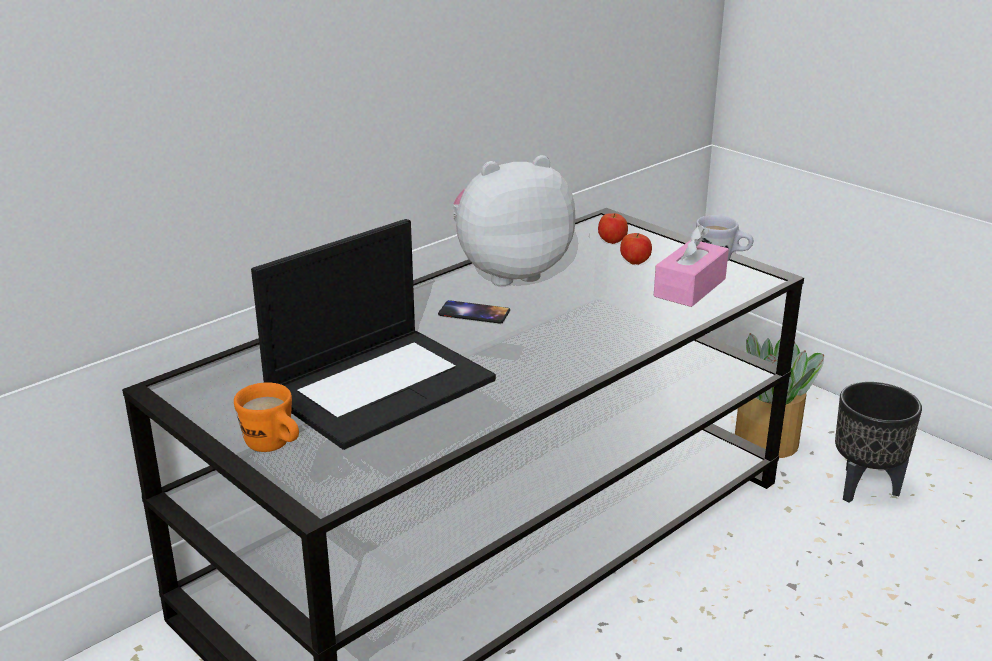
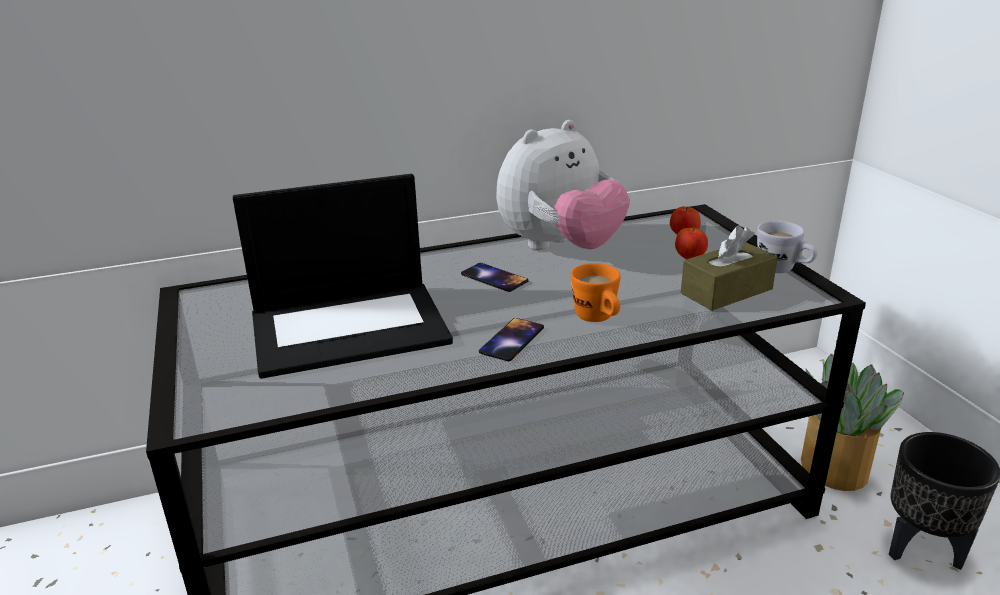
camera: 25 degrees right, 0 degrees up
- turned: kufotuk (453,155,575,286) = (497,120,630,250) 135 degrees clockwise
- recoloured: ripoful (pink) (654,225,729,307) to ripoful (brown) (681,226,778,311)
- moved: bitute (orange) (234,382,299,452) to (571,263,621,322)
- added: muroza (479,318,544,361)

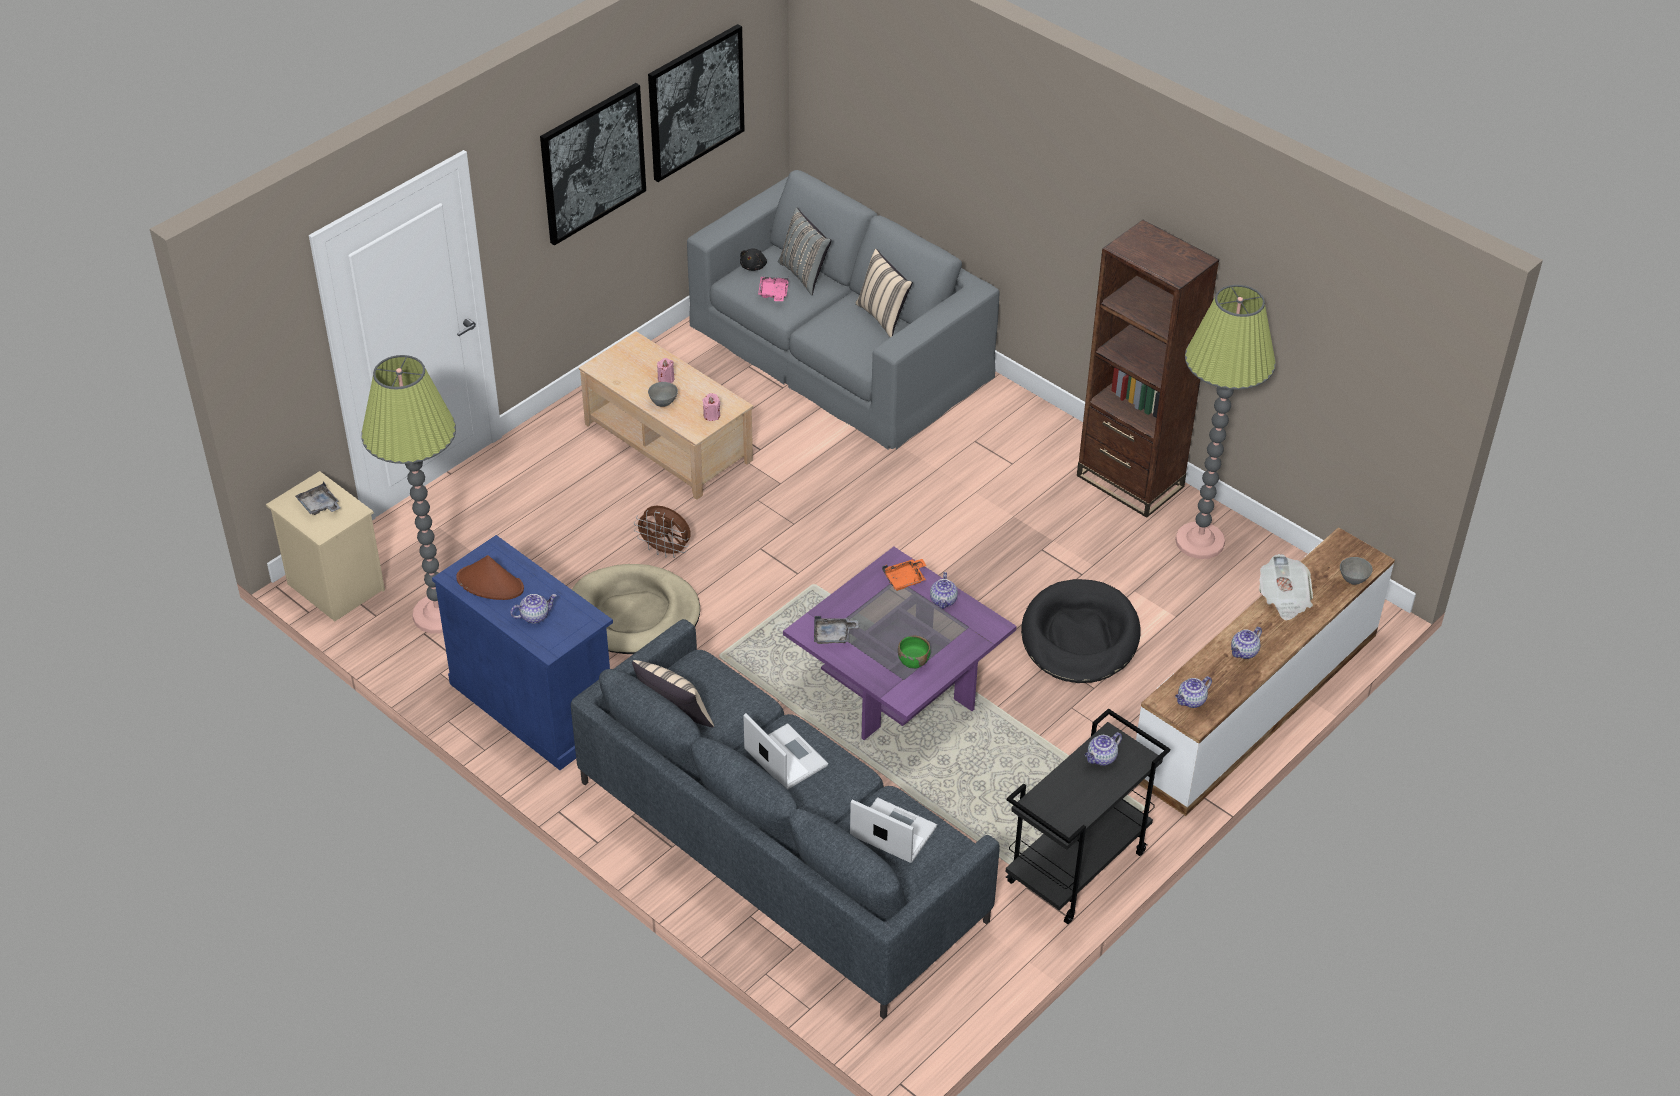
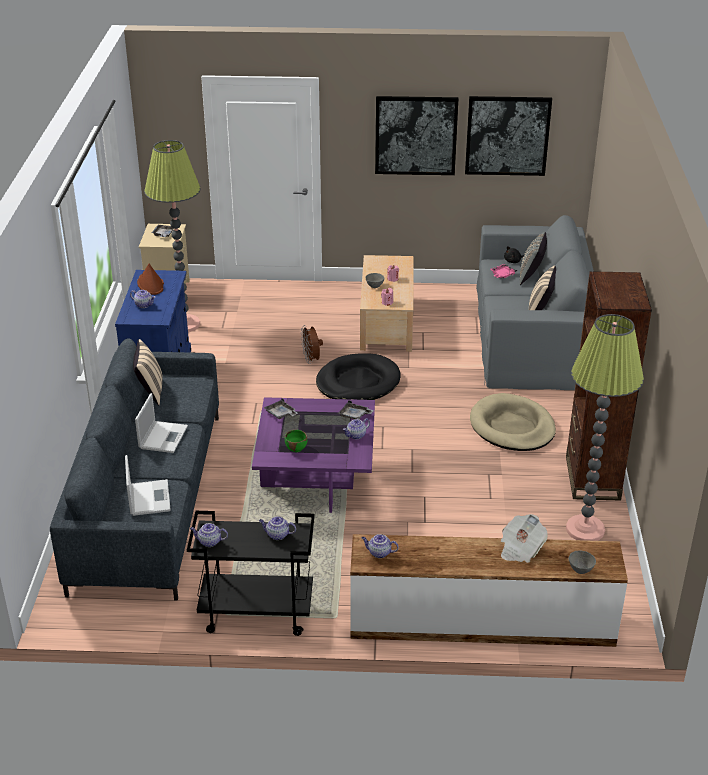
camera: 50 degrees right, 10 degrees down
- recoloured: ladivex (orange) (882,559,927,591) to ladivex (grey) (338,400,374,420)
- moved: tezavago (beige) (572,564,700,654) to (470,393,556,451)
- moved: tezavago (black) (1021,579,1141,683) to (316,353,401,400)
- moved: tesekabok (1231,627,1262,659) to (190,523,228,547)

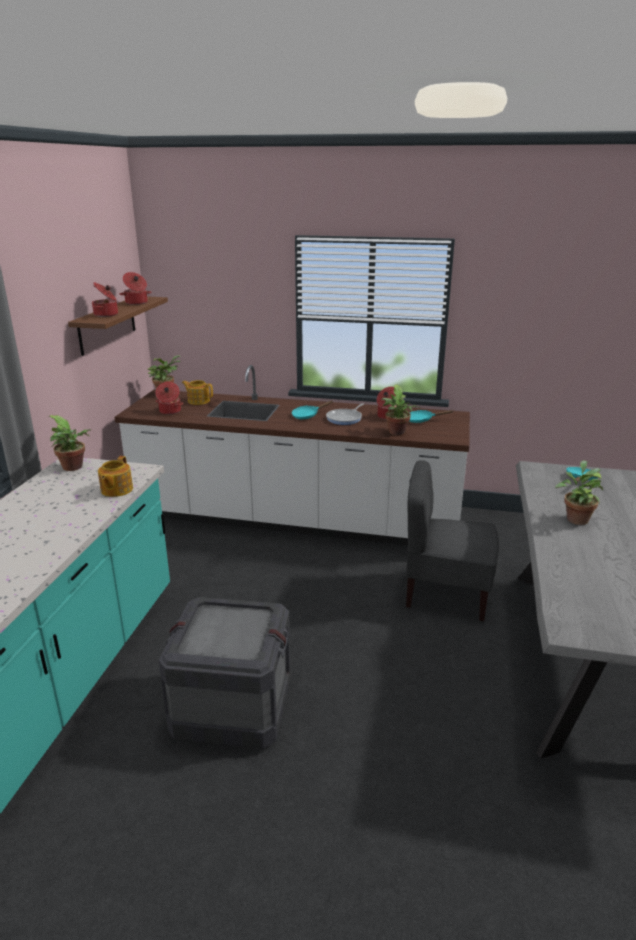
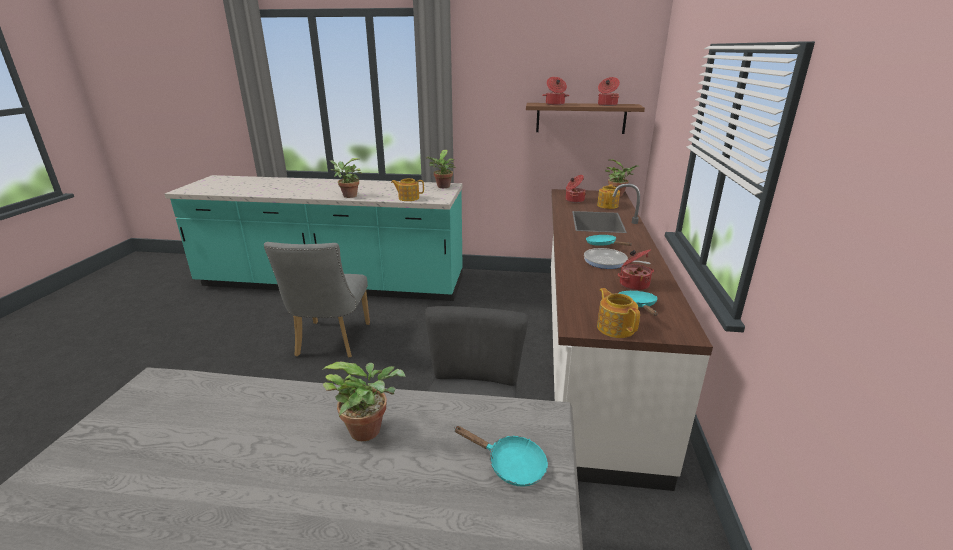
camera: 85 degrees right, 0 degrees up
- moved: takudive (381,385,420,435) to (329,158,362,198)
- replaced: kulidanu (158,597,291,749) to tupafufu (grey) (264,242,370,358)
- added: tesekabok (597,288,640,338)

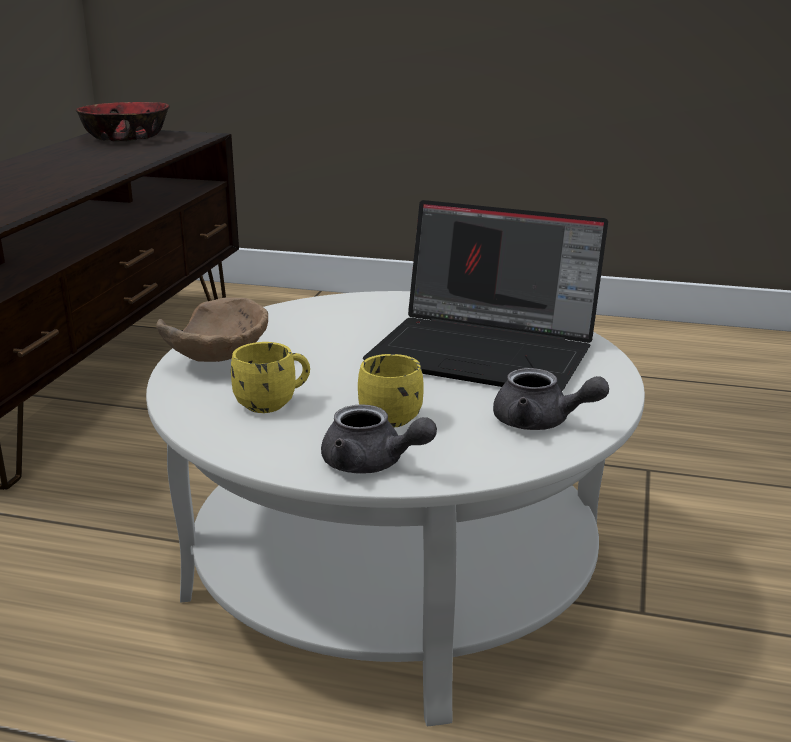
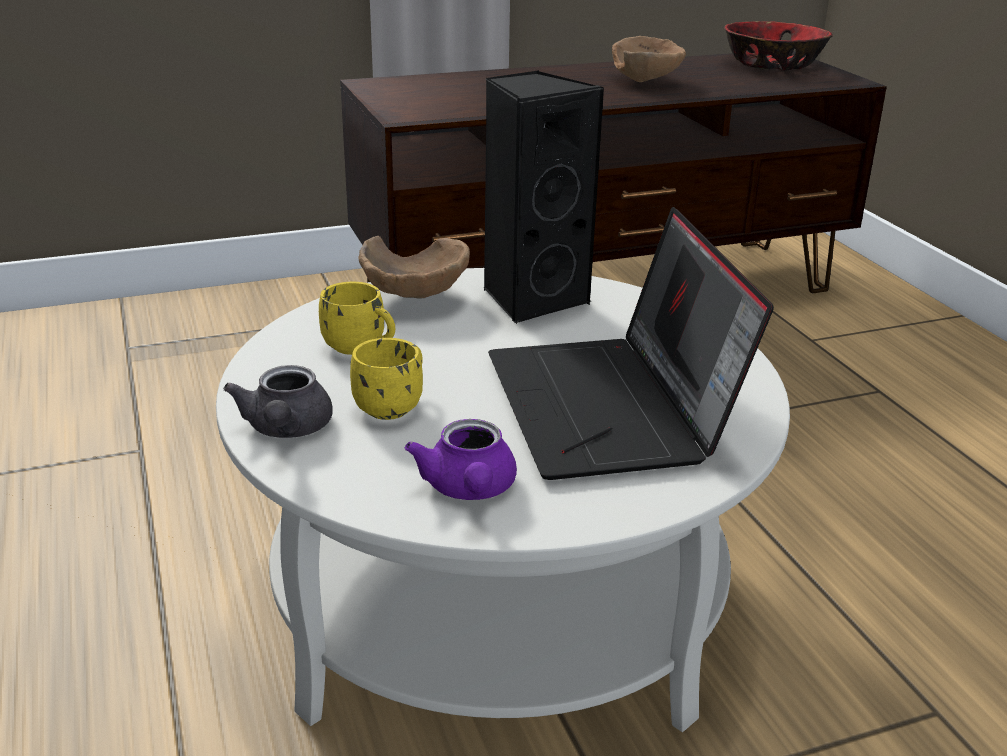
camera: 55 degrees right, 5 degrees up
- recoloured: tesekabok (grey) (493,368,609,430) to tesekabok (purple) (405,419,517,500)
- added: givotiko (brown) (612,36,686,82)
- added: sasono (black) (483,70,604,324)

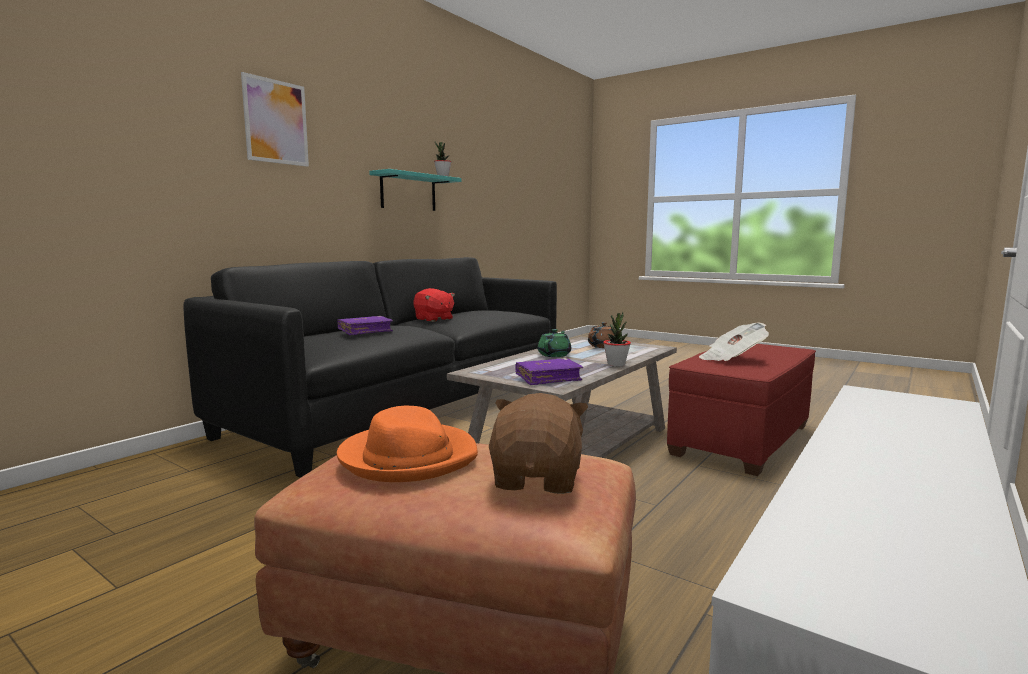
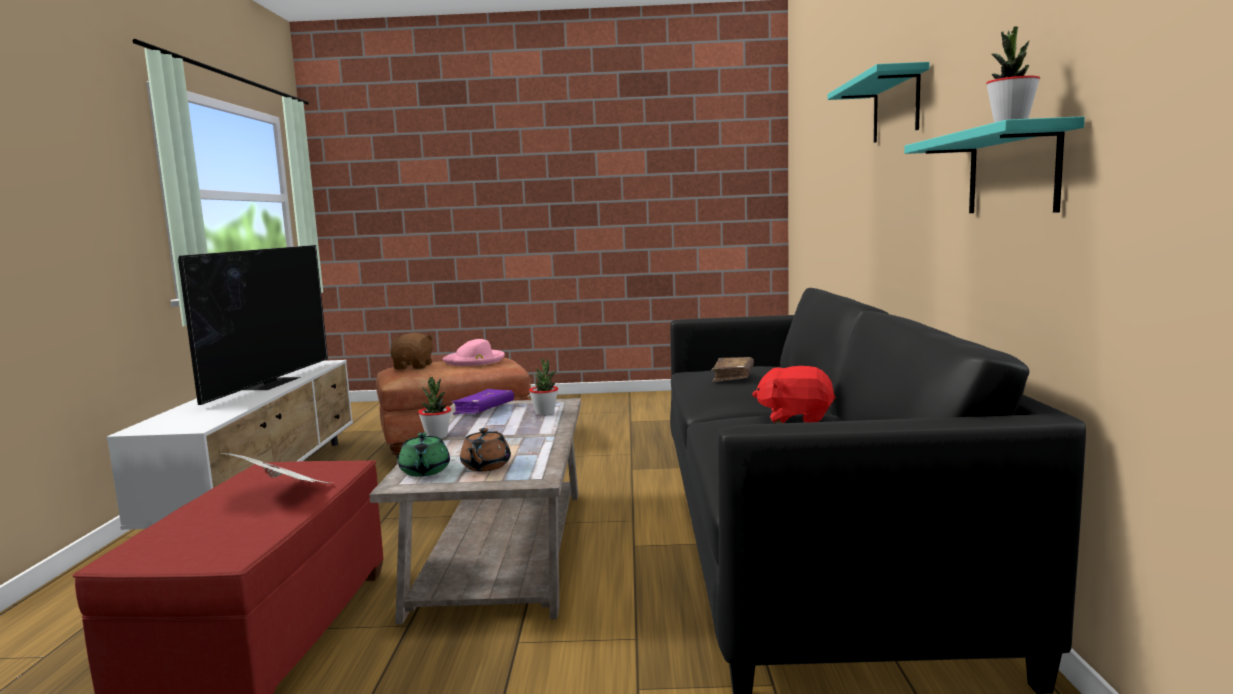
camera: 145 degrees right, 0 degrees up
- replaced: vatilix (241,72,309,167) to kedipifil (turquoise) (828,62,930,143)
- recoloured: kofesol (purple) (337,316,393,335) to kofesol (brown) (711,357,754,382)
- moved: tesekabok (green) (537,329,571,357) to (398,432,450,476)
- turned: kufotuk (brown) (489,393,588,494) = (390,332,434,370) 150 degrees counterclockwise
- recoloured: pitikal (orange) (337,406,478,482) to pitikal (pink) (443,339,505,366)
- added: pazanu (178,245,328,405)
- added: takudive (529,358,558,416)

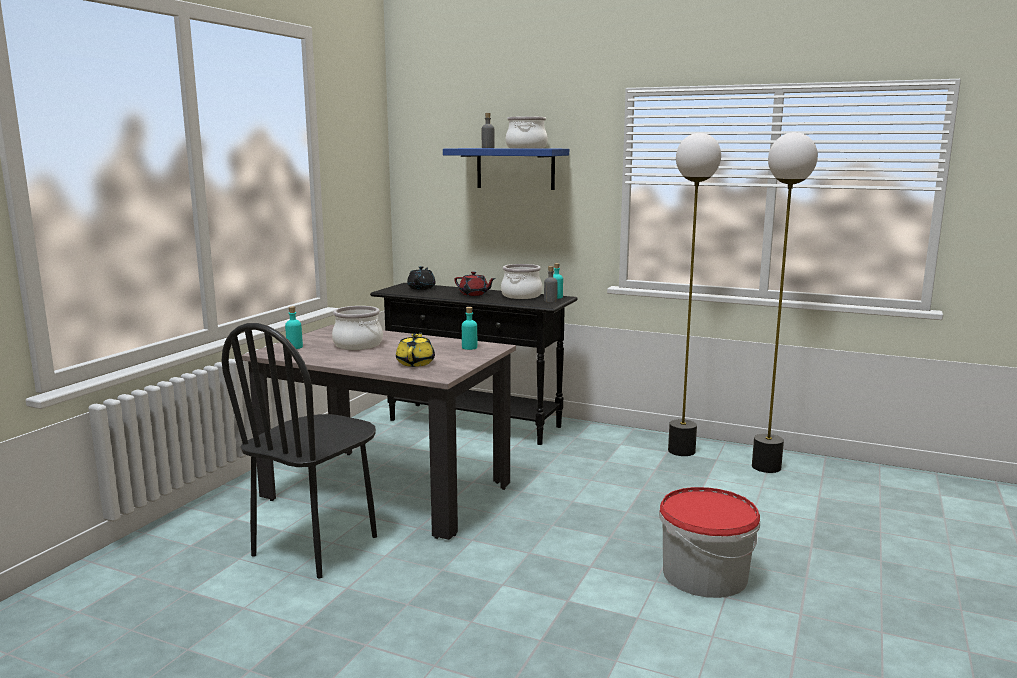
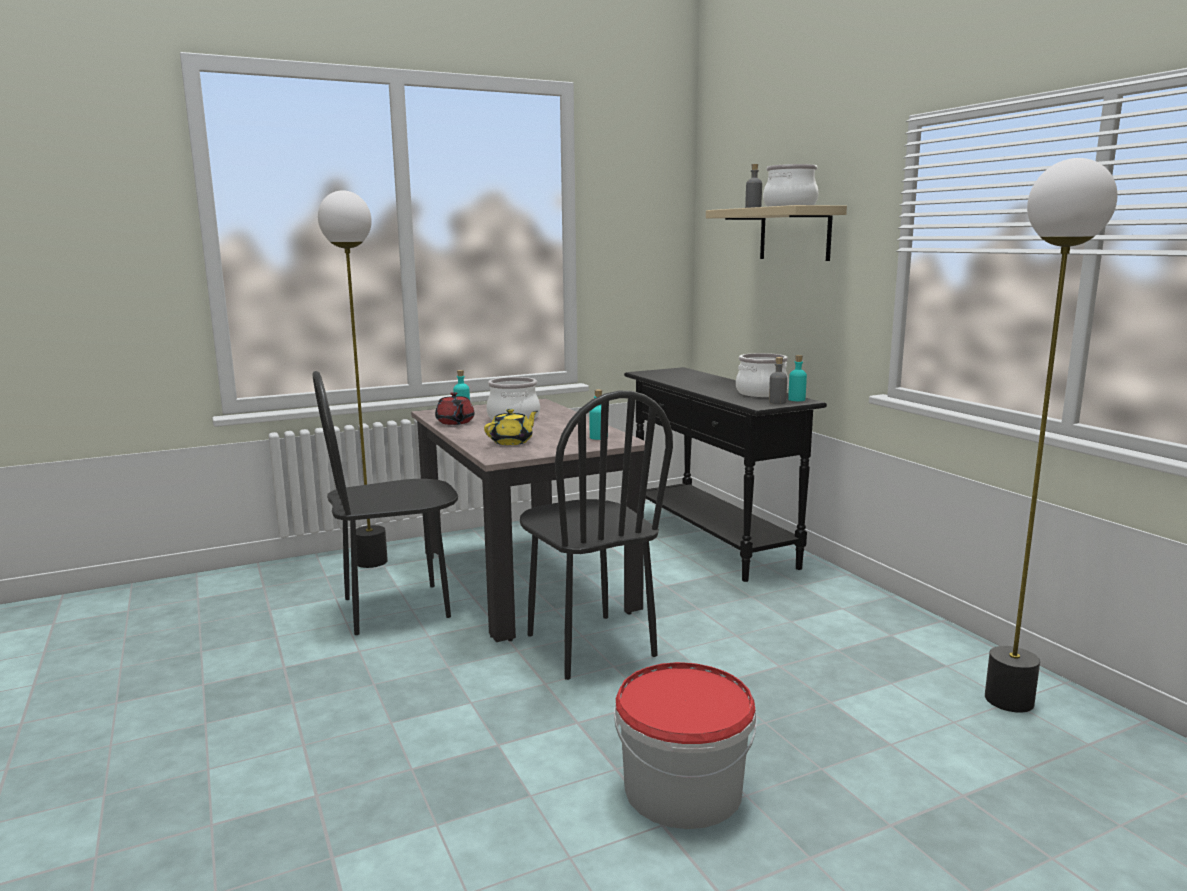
camera: 40 degrees right, 0 degrees up
- moved: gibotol (668,133,721,456) to (318,190,388,568)
- recoloured: kedipifil (blue) (443,148,569,190) to kedipifil (beige) (706,205,847,261)
- removed: tesekabok (black) (407,266,436,290)
- moved: tesekabok (red) (454,271,496,296) to (435,392,475,425)
- added: tupafufu (black) (520,391,673,680)

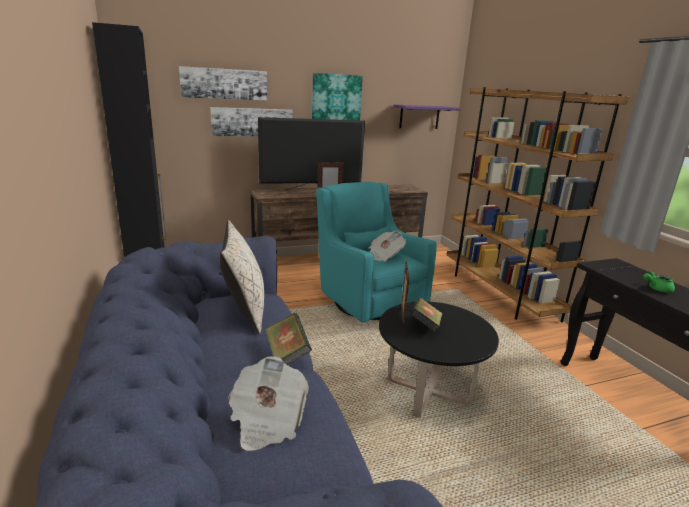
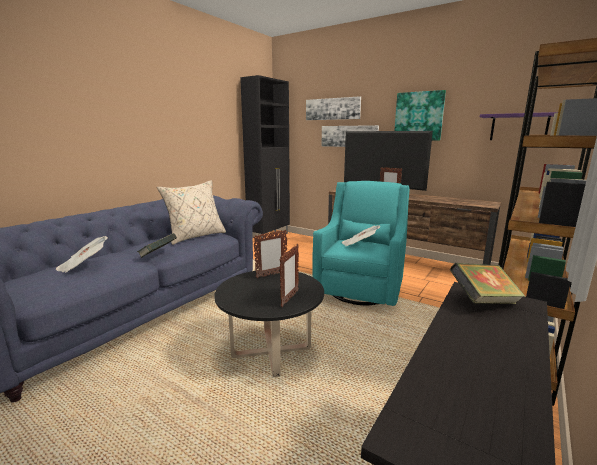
camera: 55 degrees right, 5 degrees down
- removed: tesekabok (green) (643,272,675,293)
- moved: kofesol (410,297,442,332) to (450,263,525,304)
- added: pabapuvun (279,244,299,307)

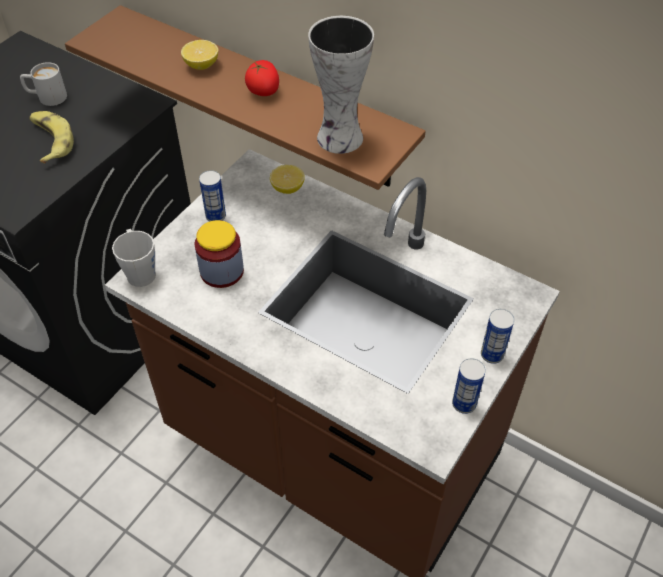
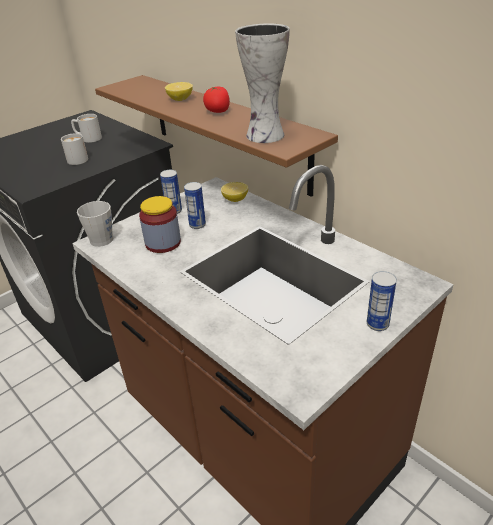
camera: 15 degrees right, 15 degrees down
- replaced: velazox (29,111,74,164) to bitute (white) (61,133,88,165)
- moved: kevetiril (452,358,486,414) to (184,182,206,229)

